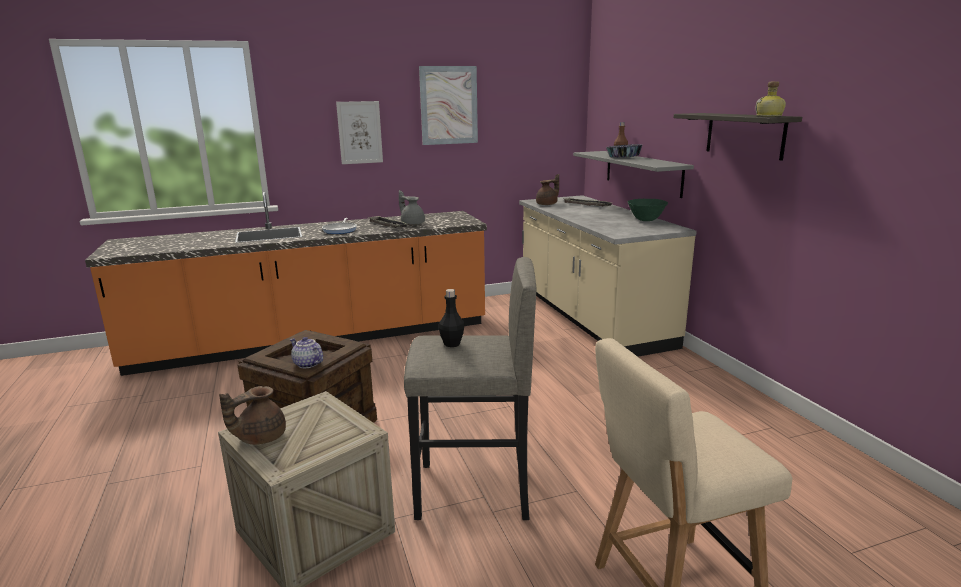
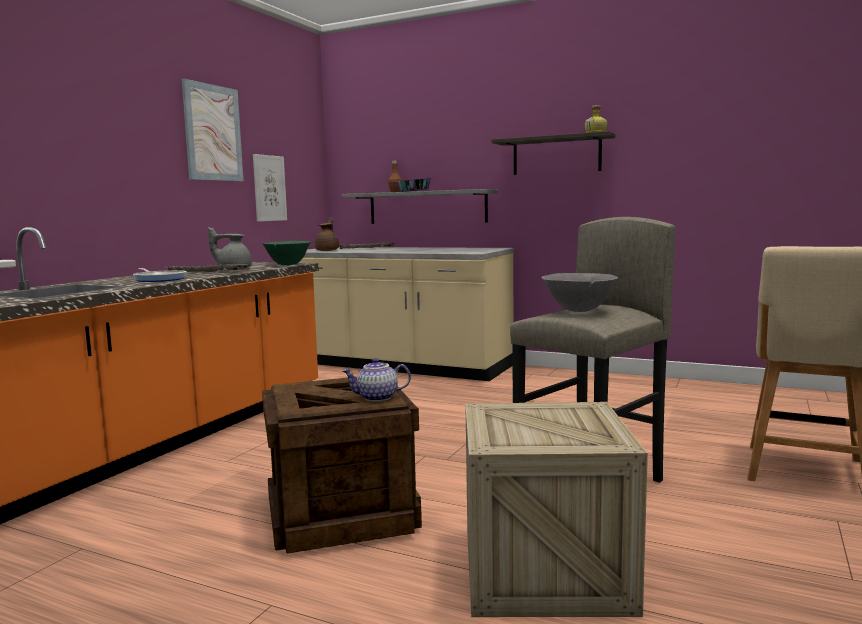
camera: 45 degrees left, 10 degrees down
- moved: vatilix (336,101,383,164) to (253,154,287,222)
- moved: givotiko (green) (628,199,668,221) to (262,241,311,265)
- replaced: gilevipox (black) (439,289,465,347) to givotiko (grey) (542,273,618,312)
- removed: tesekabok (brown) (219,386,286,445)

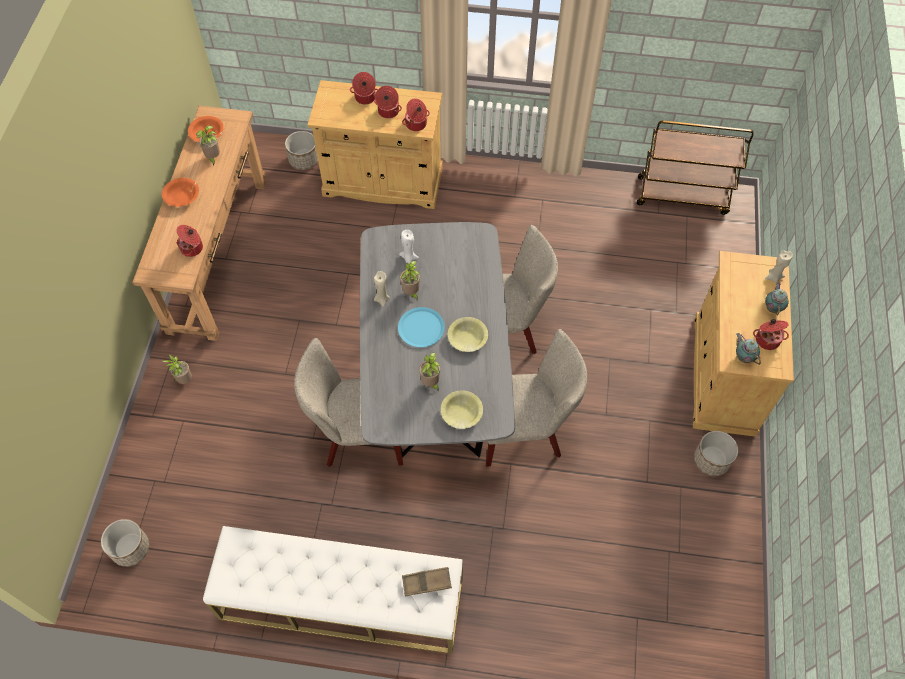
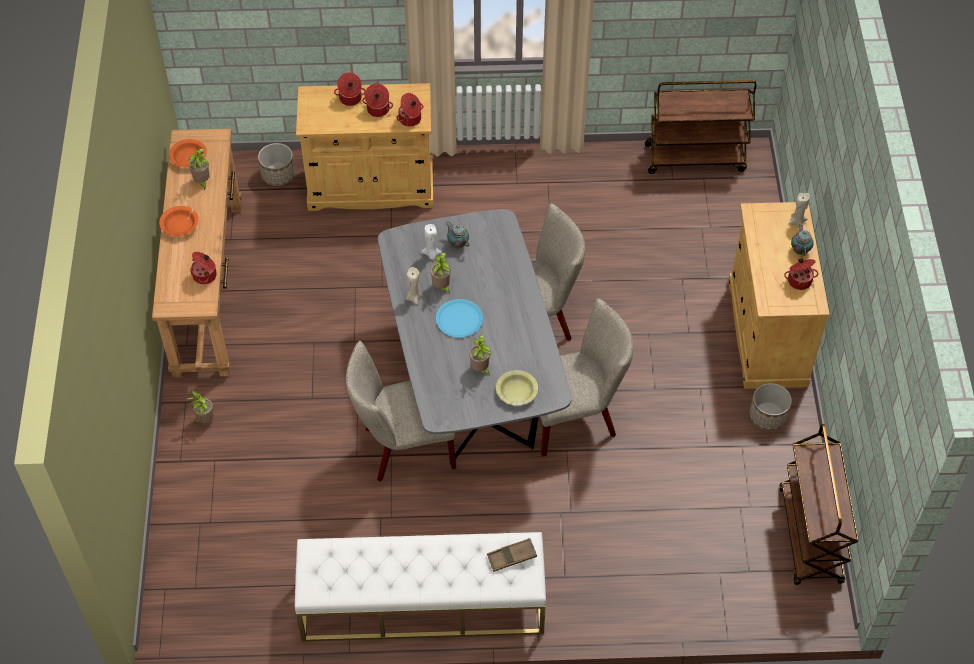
camera: 10 degrees left, 5 degrees down
- removed: givotiko (yellow) (448,317,488,352)
- moved: tesekabok (736,333,761,365) to (446,221,469,248)
- removed: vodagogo (101,519,149,567)
- added: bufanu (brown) (779,424,858,585)

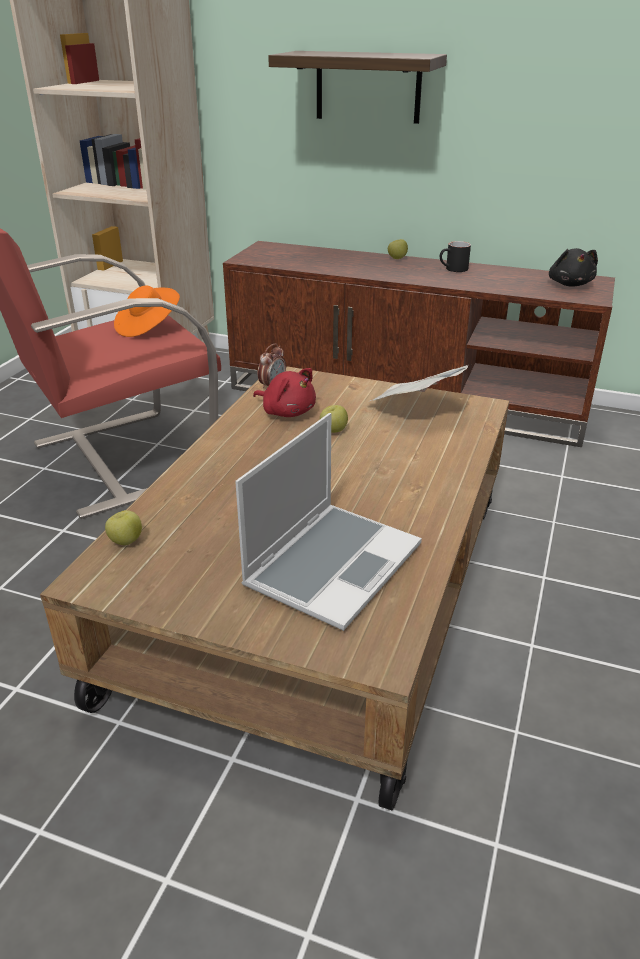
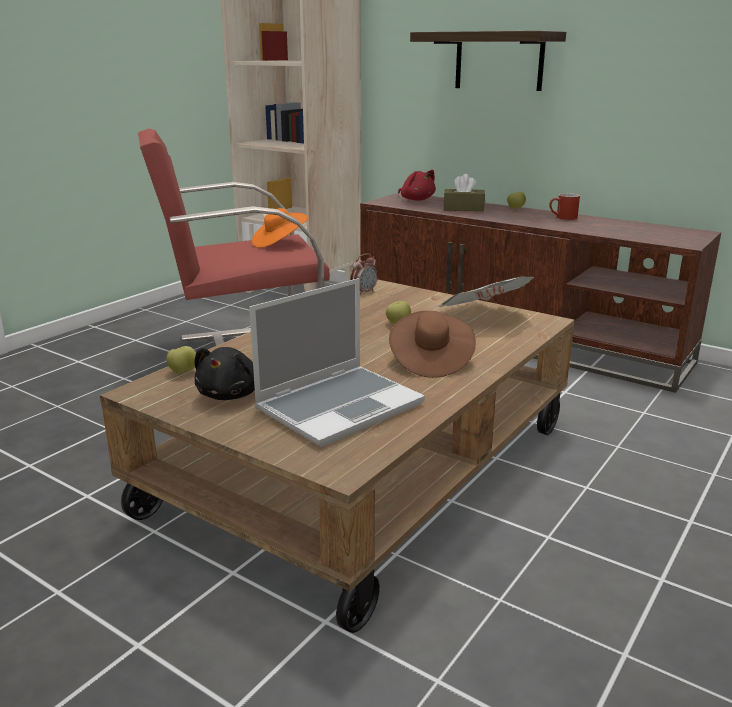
camera: 15 degrees right, 10 degrees down
- recoloured: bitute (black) (440,241,471,272) to bitute (red) (549,193,580,220)
- moved: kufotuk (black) (549,248,598,287) to (195,347,255,400)
- moved: kufotuk (red) (253,368,316,417) to (398,170,436,201)
- added: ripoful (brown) (444,174,485,211)
- added: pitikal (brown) (389,311,476,378)

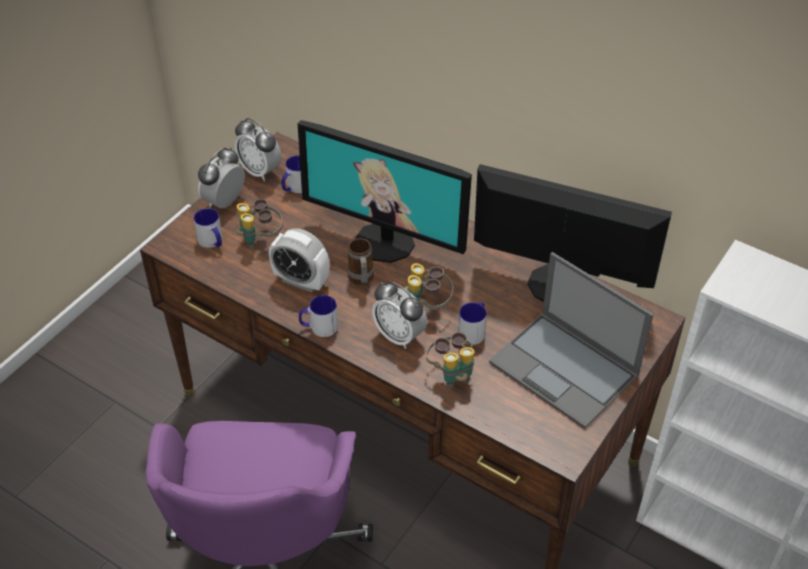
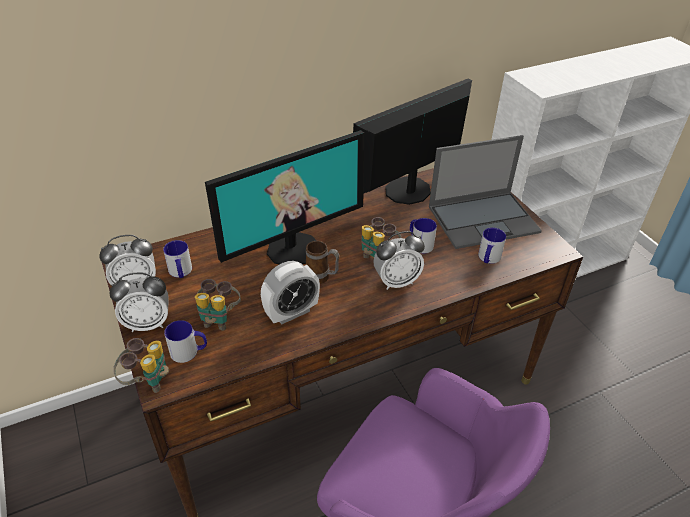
camera: 60 degrees left, 5 degrees down
- turned: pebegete (198,148,245,208) = (110,273,169,332) 75 degrees counterclockwise
- moved: bitute (299,295,338,337) to (478,228,506,264)
- moved: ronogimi (426,332,475,389) to (113,338,169,393)

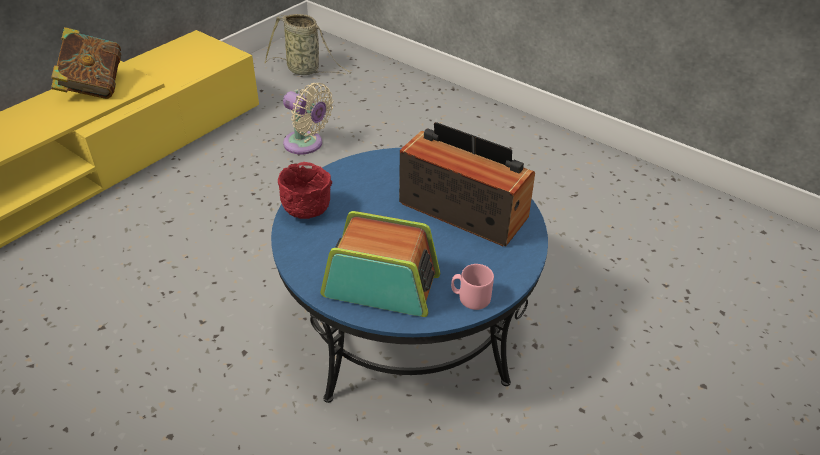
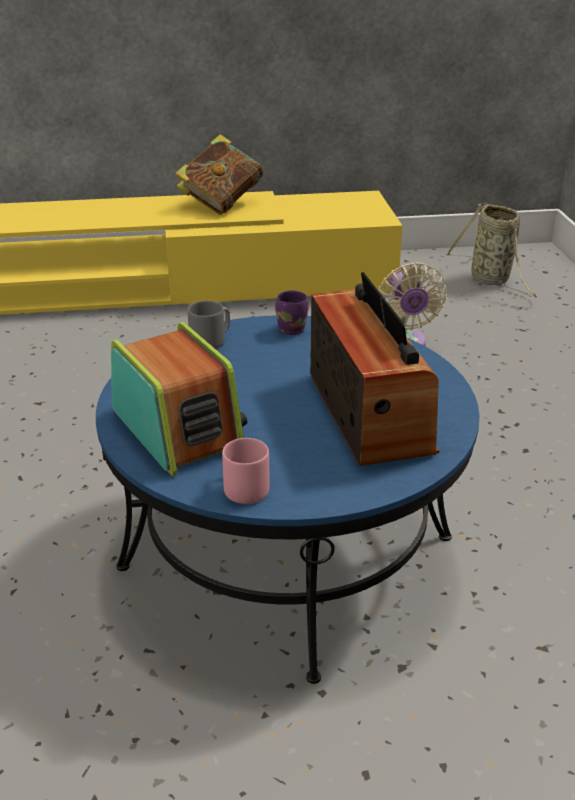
camera: 45 degrees right, 10 degrees down
- replaced: givotiko (red) (278,162,332,219) to bitute (grey) (188,301,230,349)
- added: bitute (purple) (275,290,308,335)

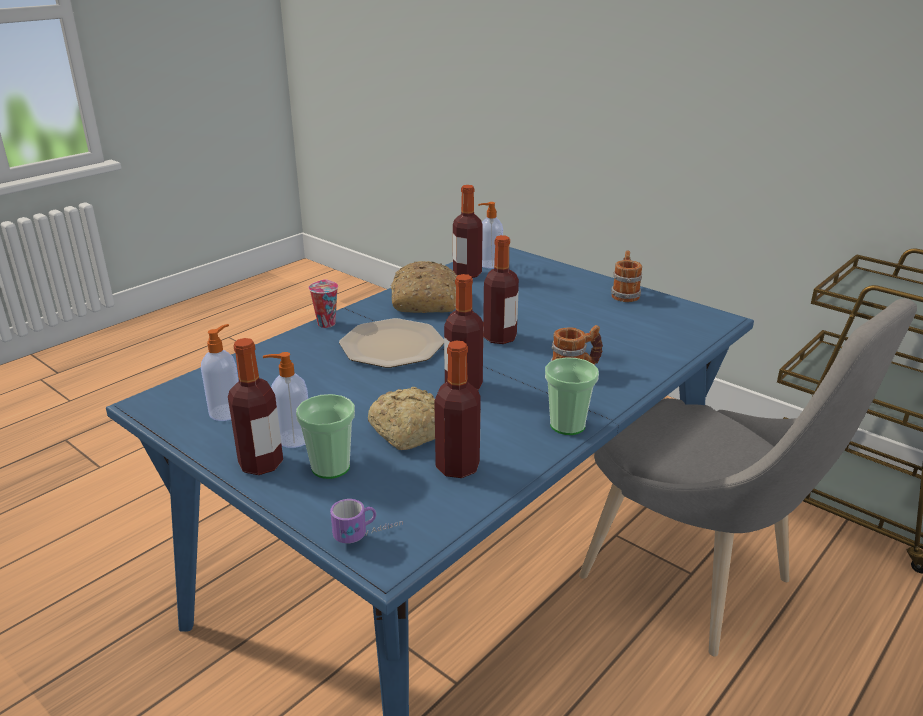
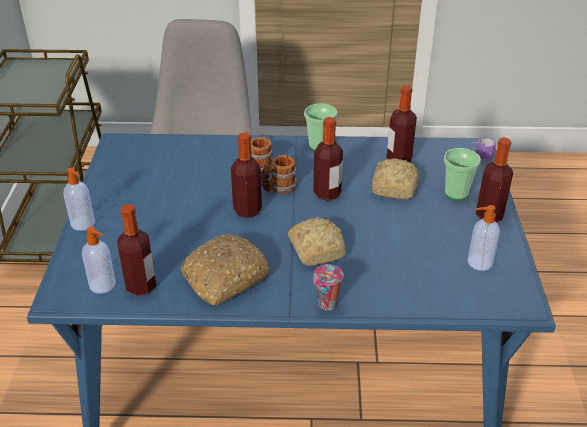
camera: 130 degrees left, 10 degrees up
- moved: bitute (611,251,642,302) to (261,155,296,194)
- replaced: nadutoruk (339,318,444,368) to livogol (288,217,346,266)
- moved: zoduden (263,352,308,448) to (64,167,95,231)

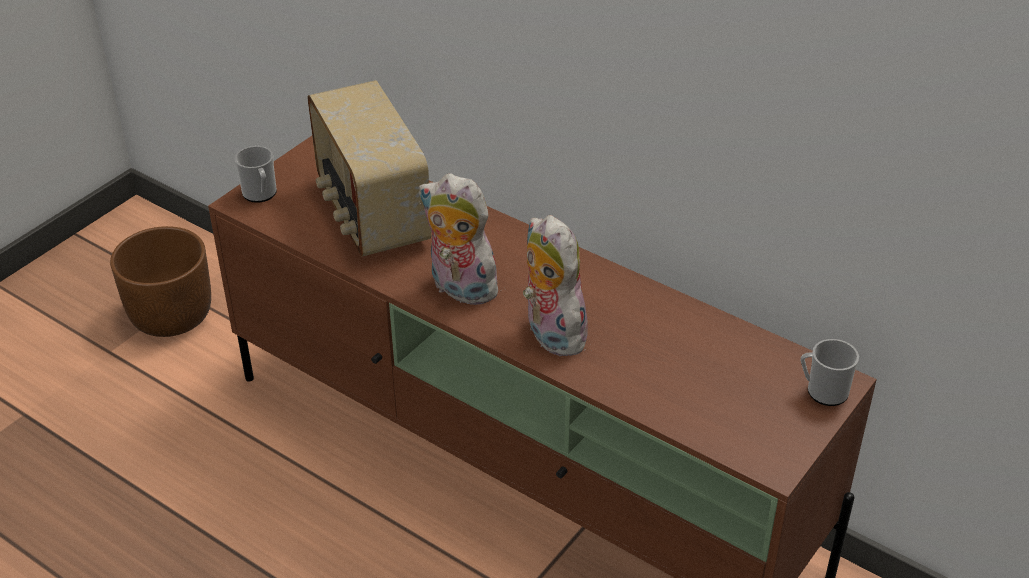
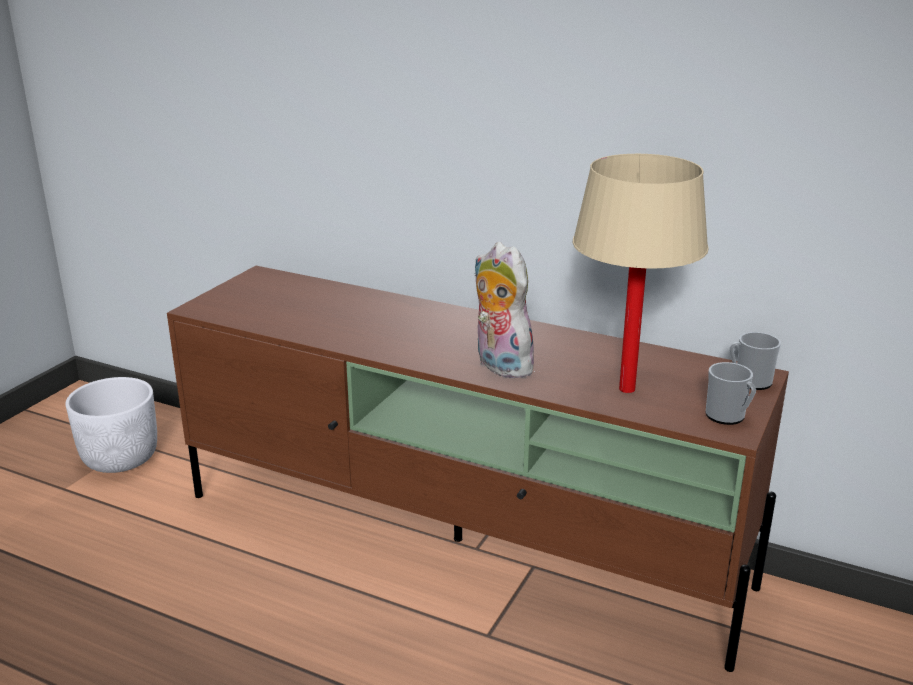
camera: 10 degrees left, 15 degrees down
- removed: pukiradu (307,80,431,257)
- moved: bitute (235,146,277,203) to (705,362,756,425)
- removed: kufotuk (419,173,501,305)
- recoloured: vodagogo (brown) (110,226,211,337) to vodagogo (white) (65,377,157,473)
- added: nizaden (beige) (573,154,709,393)

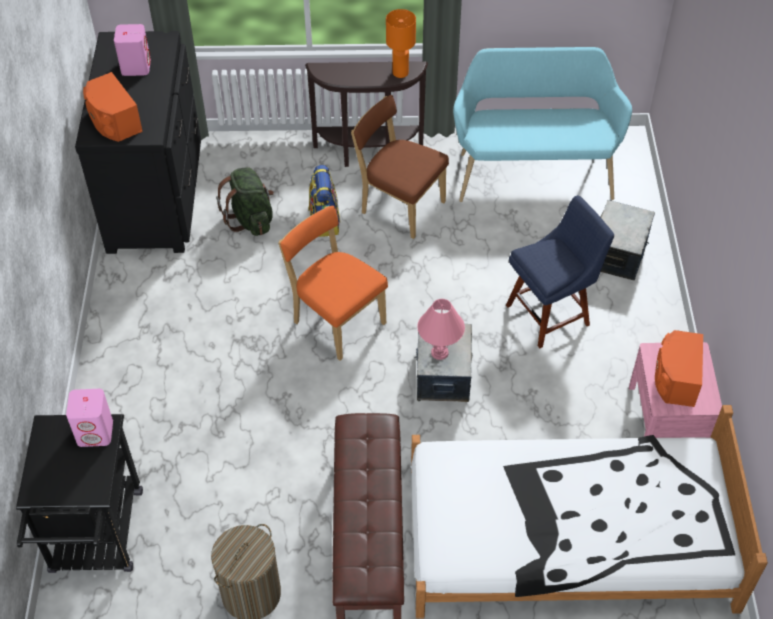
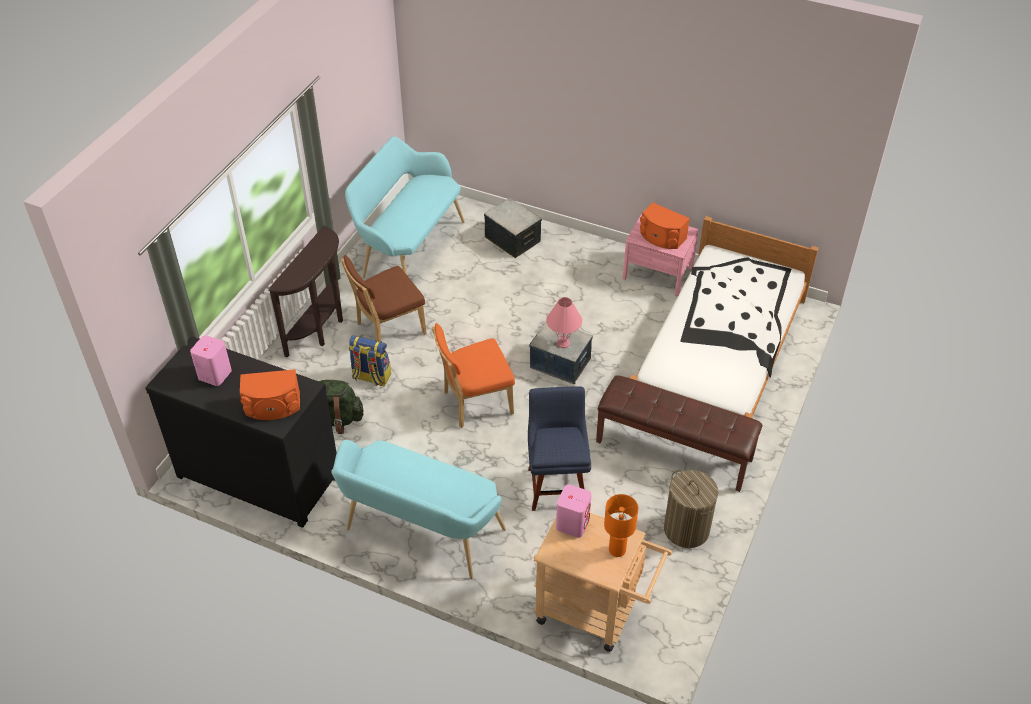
camera: 65 degrees left, 5 degrees down
- moved: nizaden (orange) (386,9,416,78) to (604,494,638,557)
- moved: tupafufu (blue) (506,195,614,348) to (528,386,591,511)
- recoloured: bufanu (black) (16,414,143,573) to bufanu (beige) (534,513,672,652)
- added: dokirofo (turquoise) (331,440,506,579)

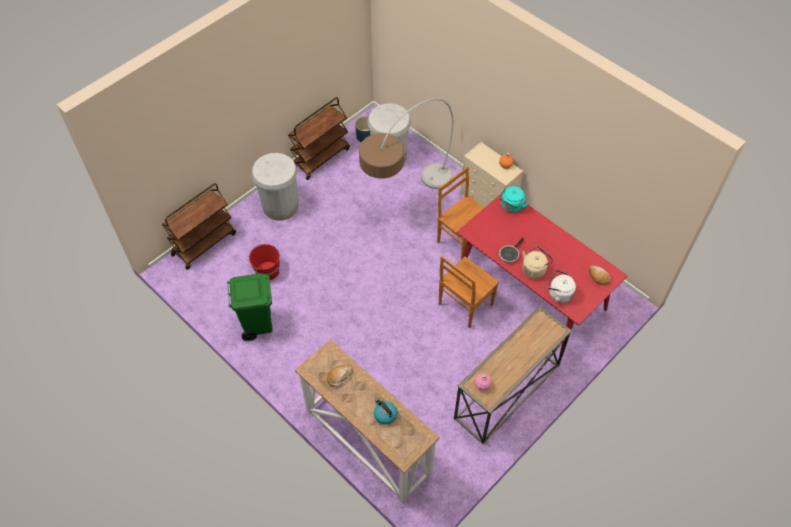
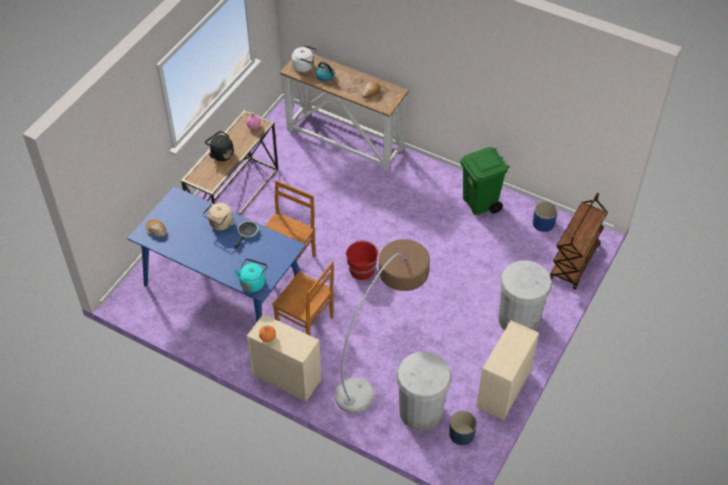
camera: 165 degrees right, 5 degrees down
- replaced: bufanu (brown) (288,97,350,180) to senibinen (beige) (476,320,539,420)
- recoloured: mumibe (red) (457,193,628,356) to mumibe (blue) (127,186,306,321)
- moved: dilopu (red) (248,244,280,280) to (346,240,380,280)
- moved: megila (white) (547,270,576,303) to (292,45,317,72)
- added: megila (black) (205,131,234,161)
- added: vodagogo (blue) (533,202,558,232)

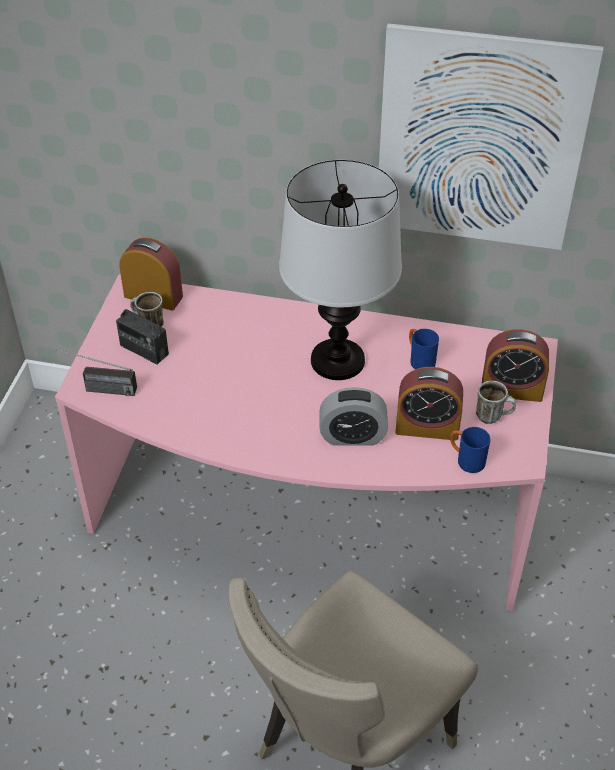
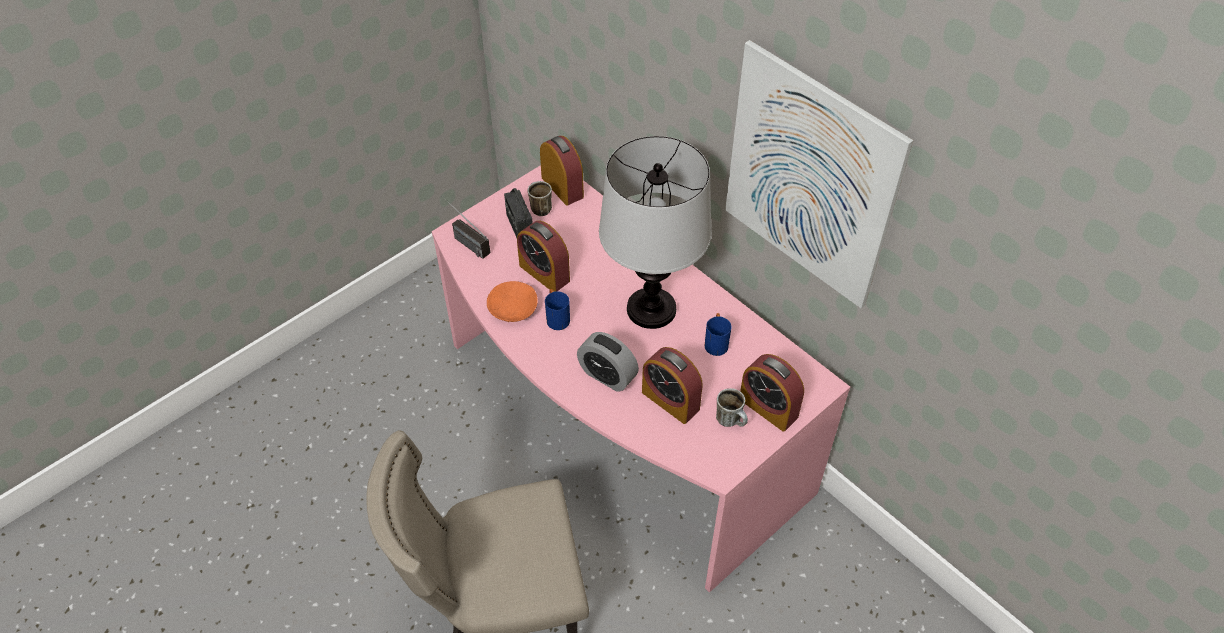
camera: 35 degrees right, 5 degrees up
- moved: bitute (blue) (450,427,491,473) to (545,289,570,330)
- added: pebegete (517,221,570,292)
- added: givotiko (orange) (487,281,538,322)

